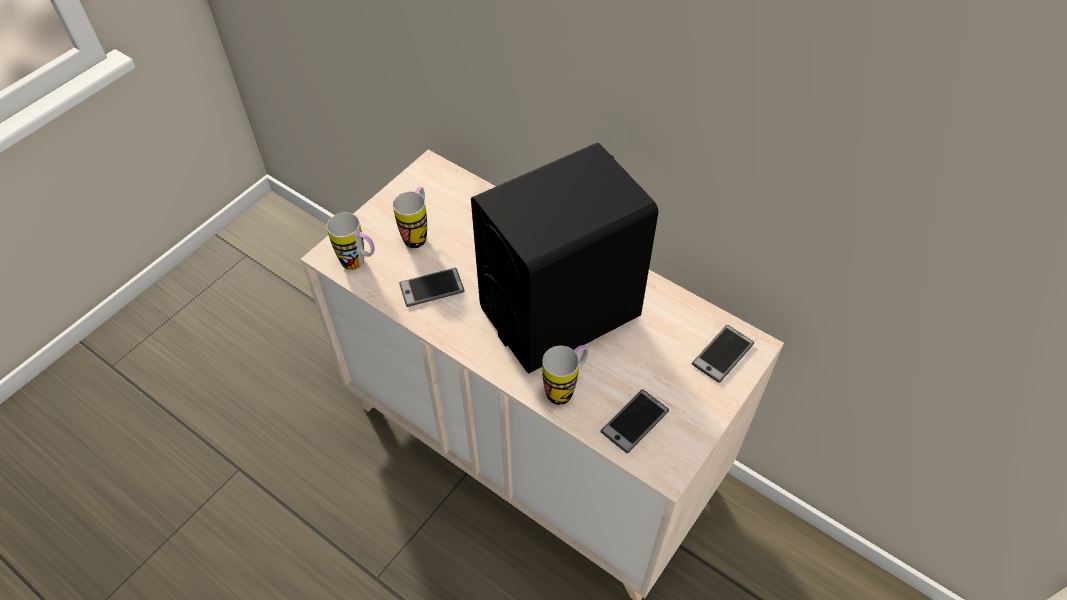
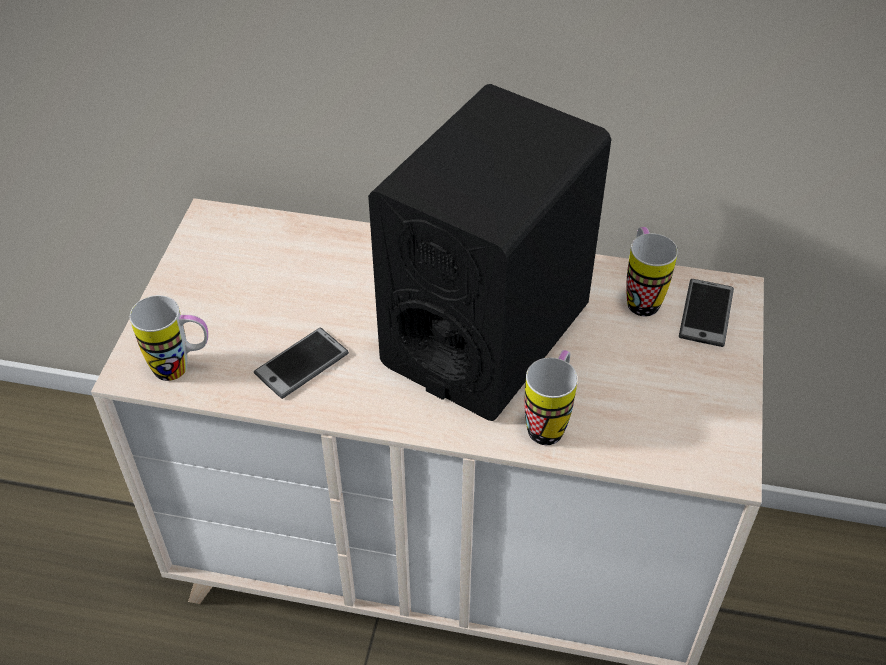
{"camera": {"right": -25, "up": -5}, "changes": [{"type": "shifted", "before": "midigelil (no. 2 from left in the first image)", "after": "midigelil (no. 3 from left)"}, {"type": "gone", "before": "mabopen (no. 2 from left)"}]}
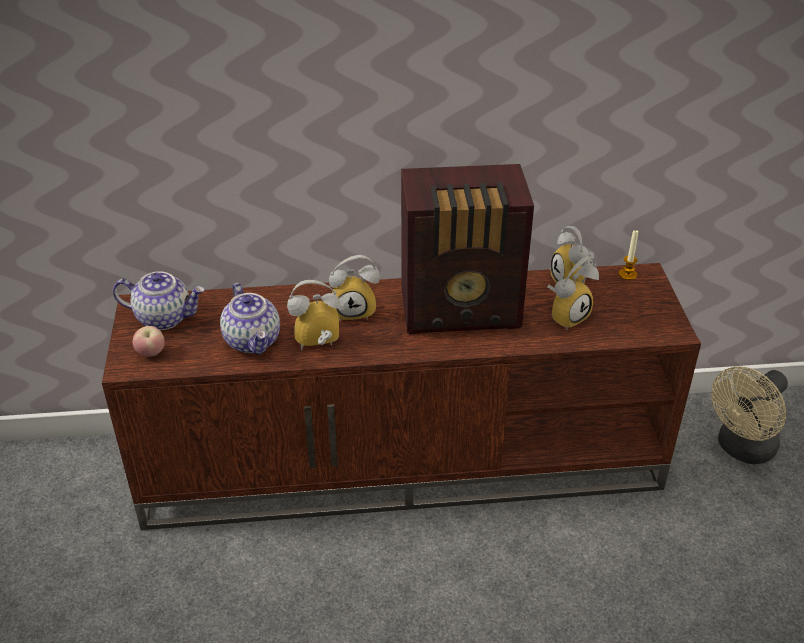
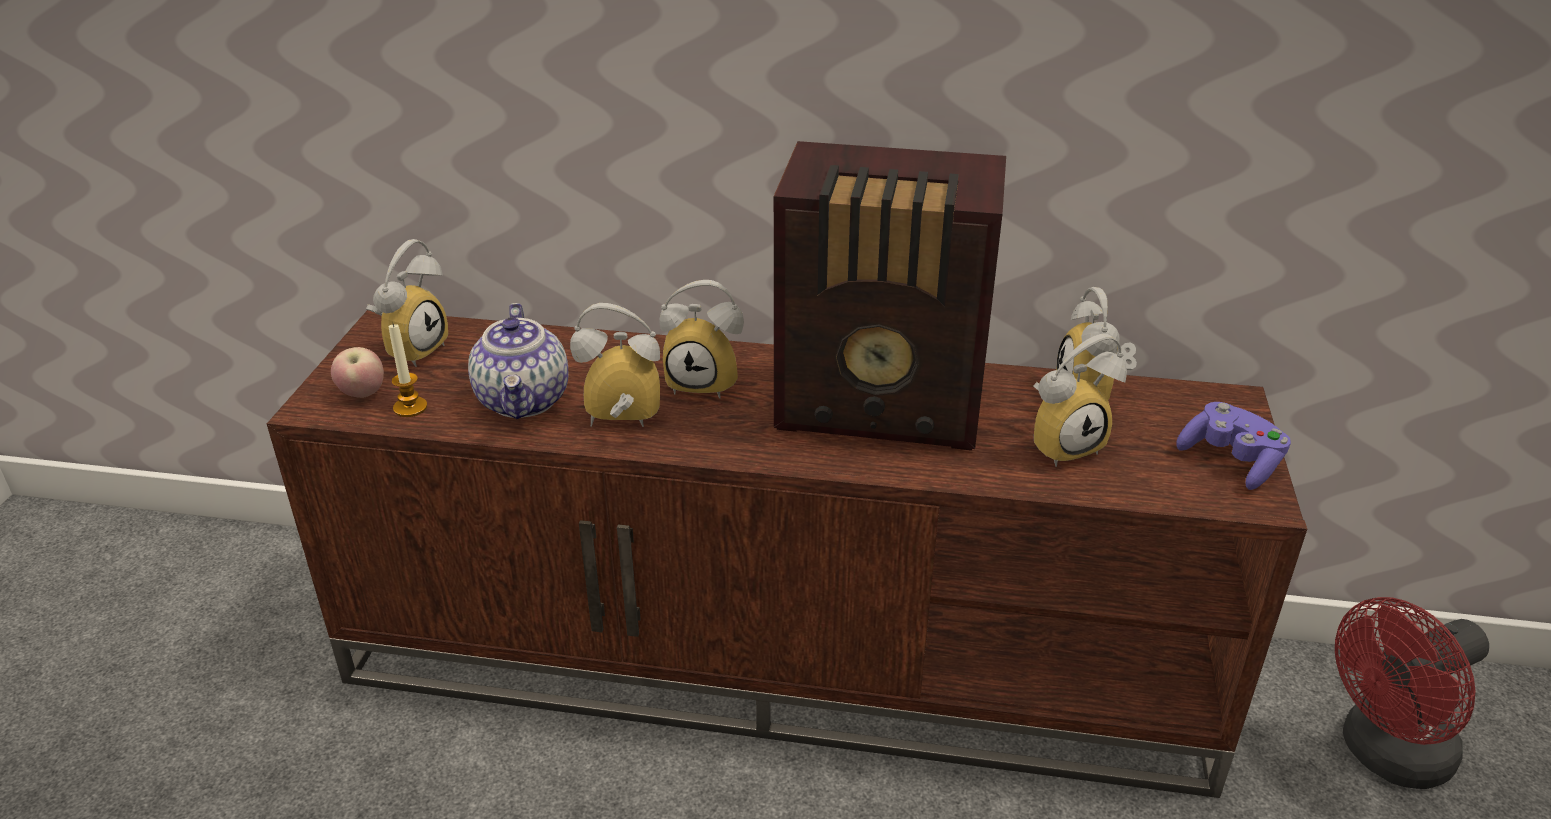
{"camera": {"right": 15, "up": -5}, "changes": [{"type": "shifted", "before": "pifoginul"}, {"type": "swapped", "before": "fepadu (no. 1 from left)", "after": "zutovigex (no. 1 from left)"}, {"type": "repainted", "before": "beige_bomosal", "after": "red_bomosal"}, {"type": "new", "after": "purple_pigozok"}]}
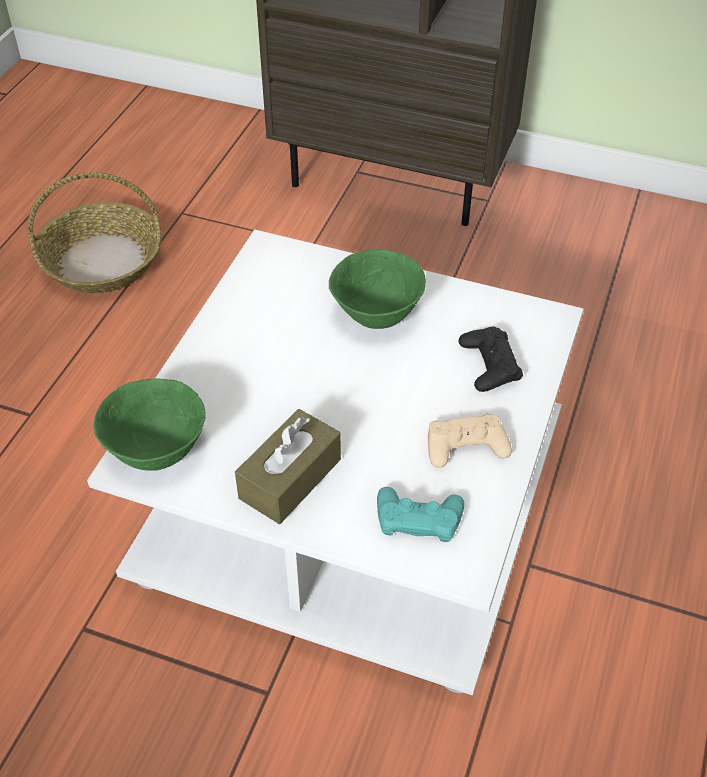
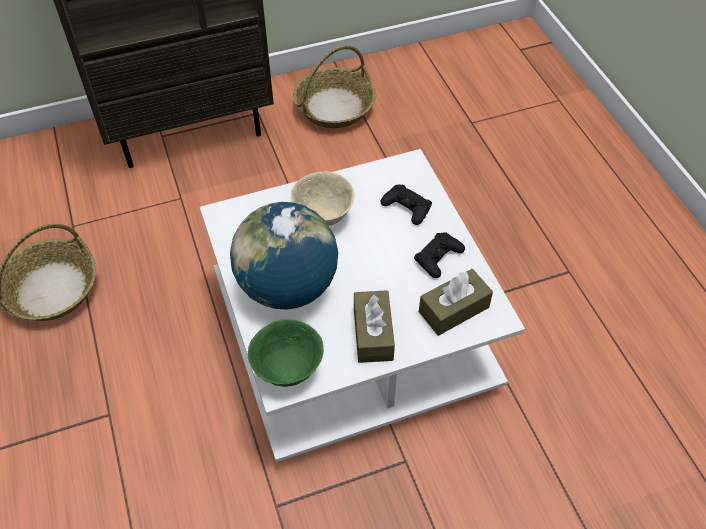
{"camera": {"right": -40, "up": 5}, "changes": [{"type": "repainted", "before": "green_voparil (no. 2 from left)", "after": "beige_voparil"}, {"type": "repainted", "before": "beige_pigozok", "after": "black_pigozok (no. 2 from left)"}, {"type": "swapped", "before": "turquoise_pigozok", "after": "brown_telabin (no. 2 from left)"}, {"type": "new", "after": "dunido (no. 2 from left)"}, {"type": "new", "after": "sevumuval"}]}
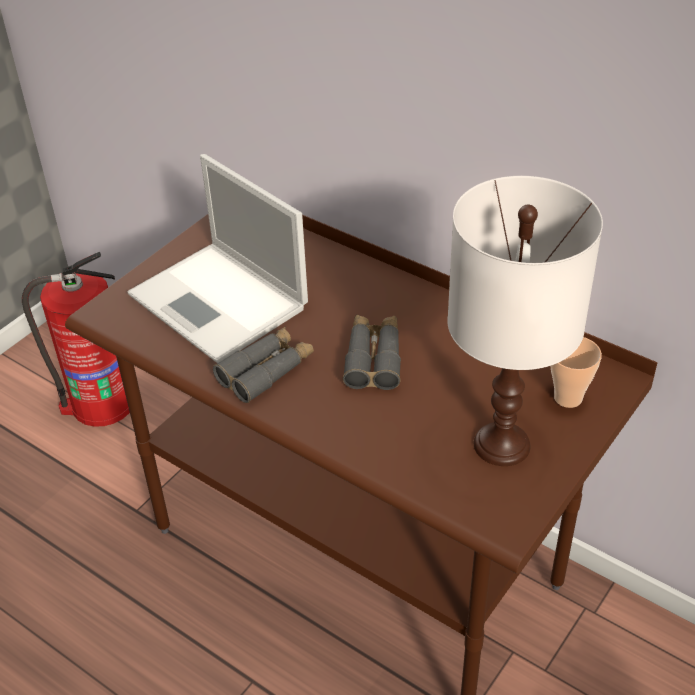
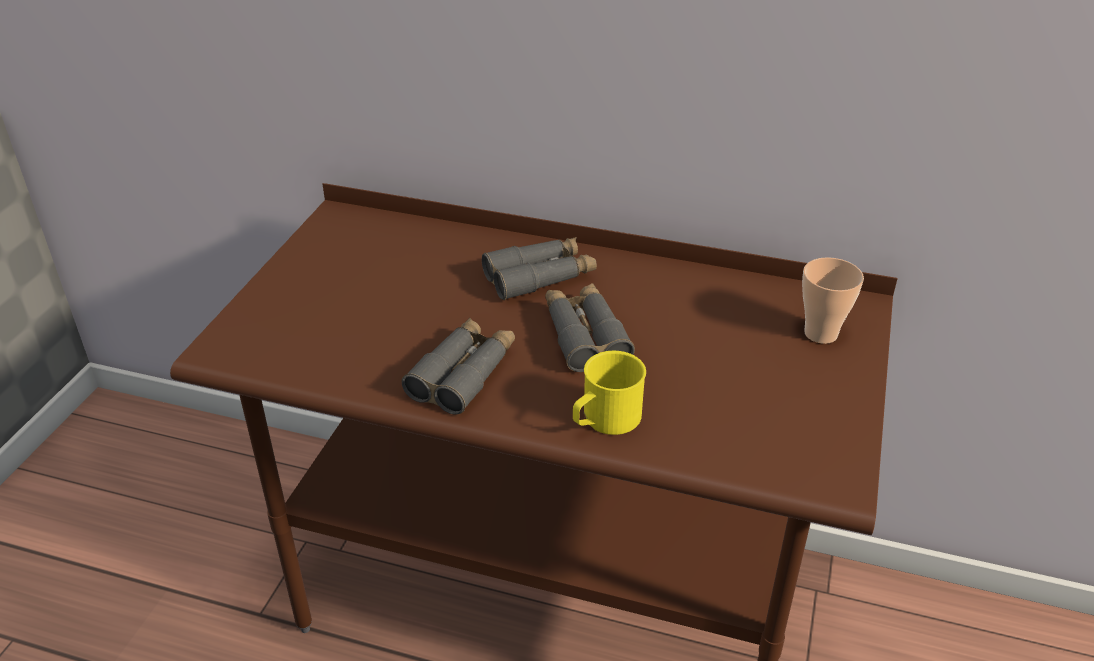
{"camera": {"right": -20, "up": -5}, "changes": [{"type": "gone", "before": "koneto"}, {"type": "gone", "before": "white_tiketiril"}, {"type": "gone", "before": "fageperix"}, {"type": "new", "after": "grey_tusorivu (no. 2 from left)"}, {"type": "new", "after": "yellow_midigelil"}]}
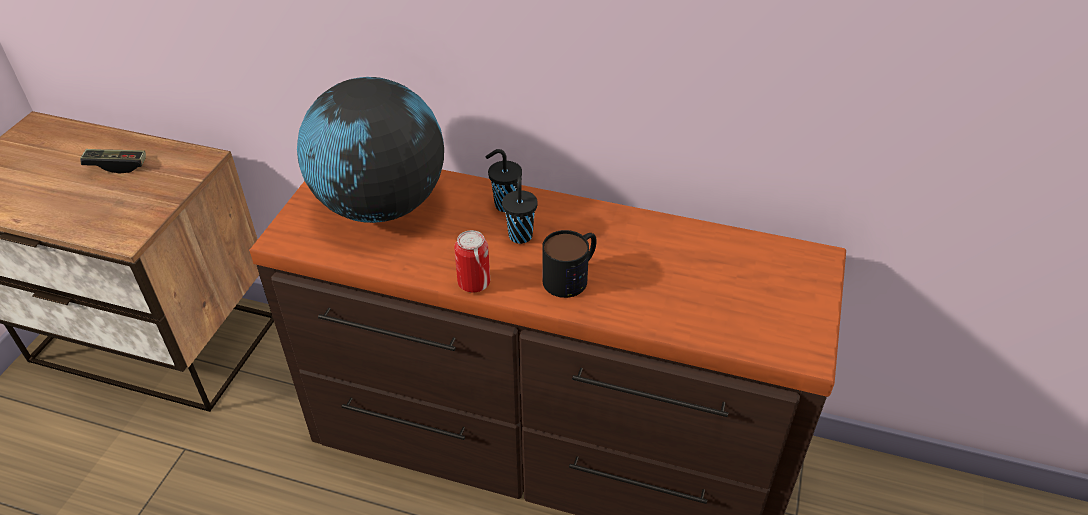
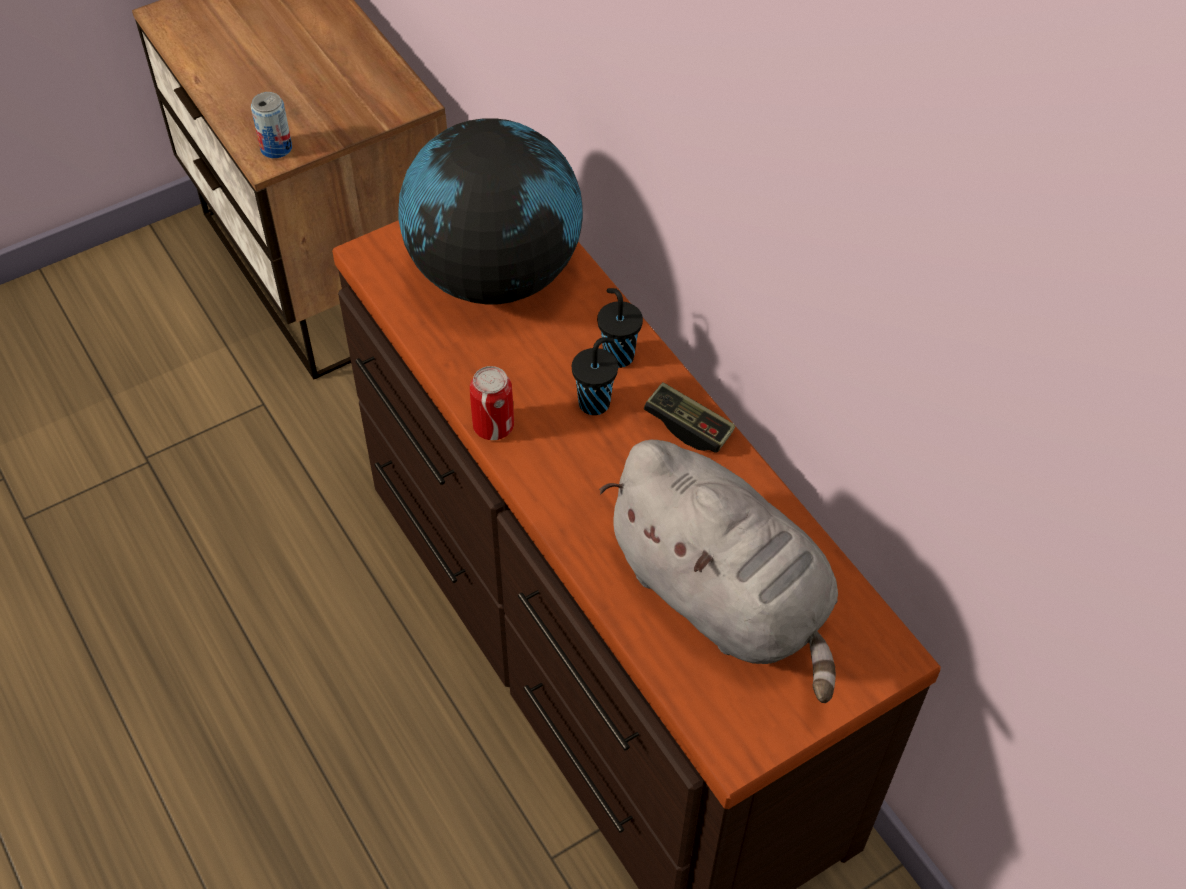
{"camera": {"right": 40, "up": 10}, "changes": [{"type": "shifted", "before": "pigozok"}, {"type": "gone", "before": "midigelil"}, {"type": "new", "after": "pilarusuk (no. 1 from left)"}, {"type": "new", "after": "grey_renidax"}]}
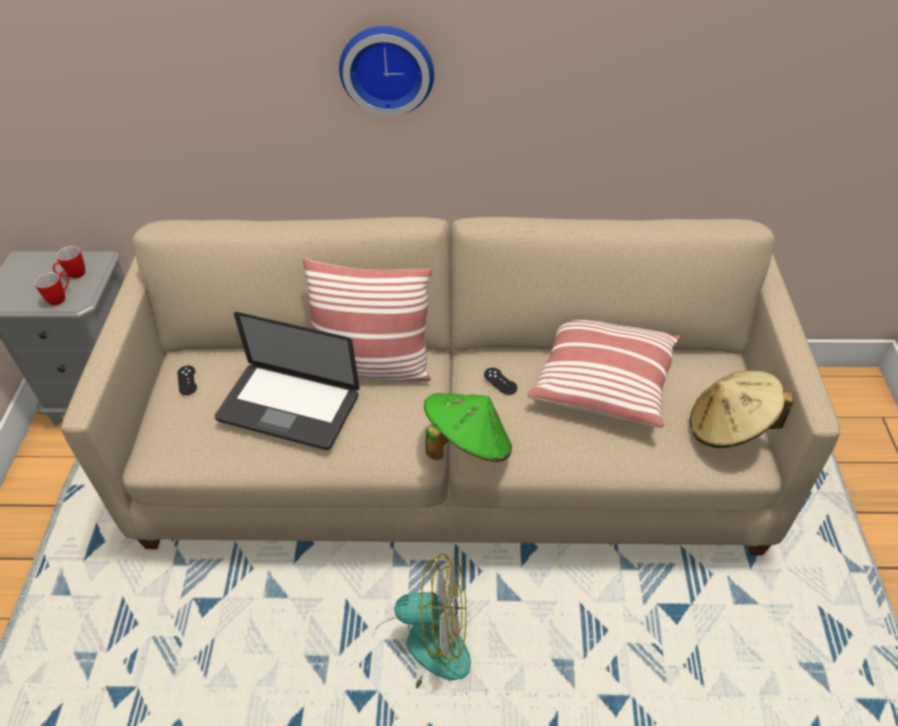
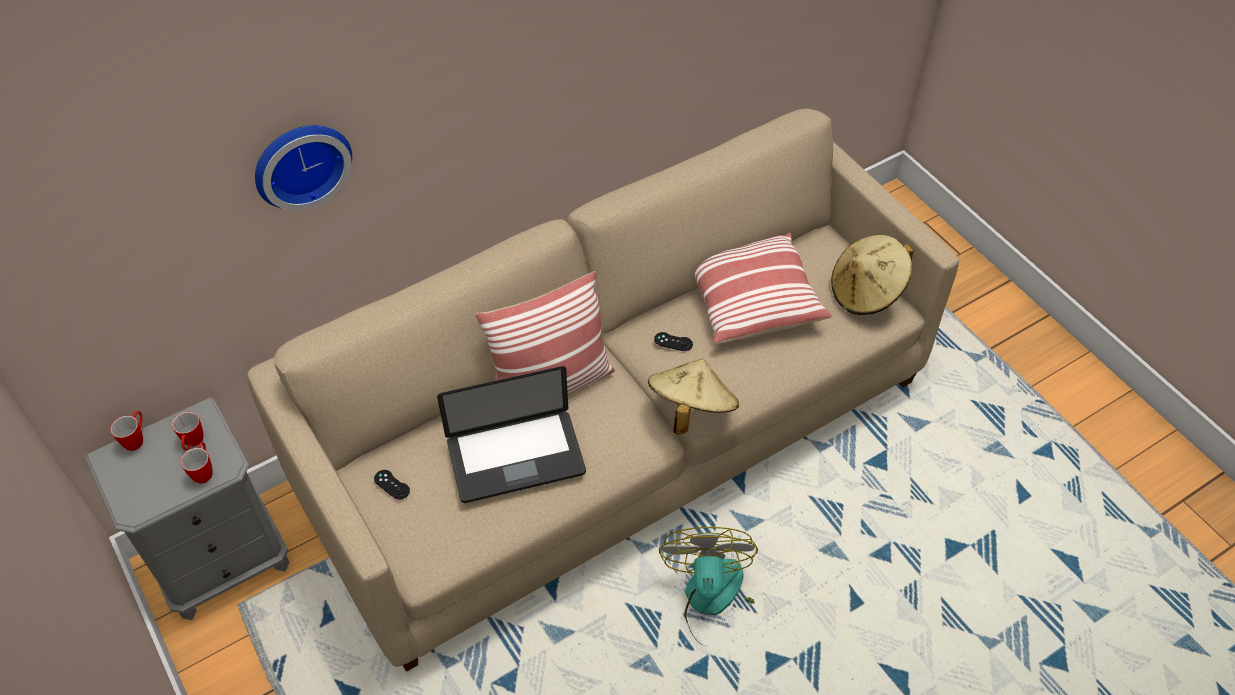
{"camera": {"right": -35, "up": 5}, "changes": [{"type": "shifted", "before": "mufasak"}, {"type": "repainted", "before": "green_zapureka", "after": "beige_zapureka (no. 1 from left)"}, {"type": "rotated", "before": "bomosal", "turn": -60}, {"type": "new", "after": "midigelil (no. 1 from left)"}]}
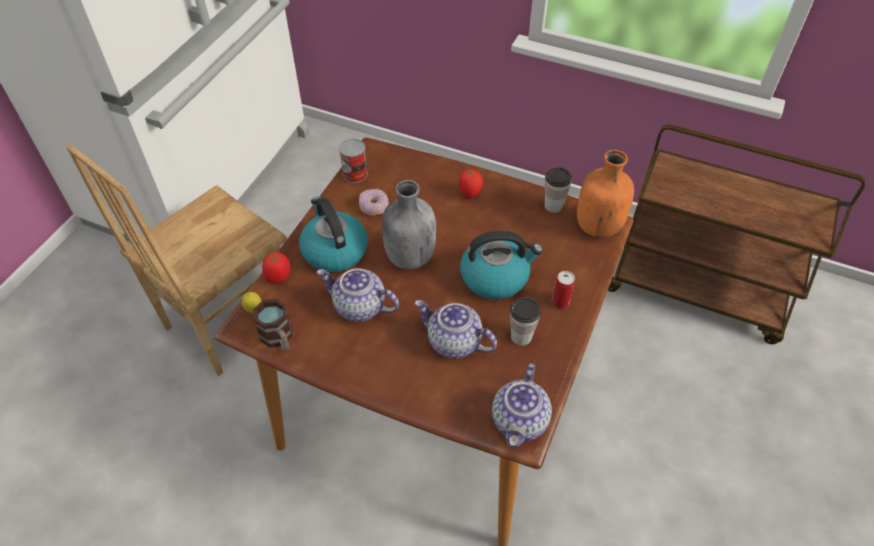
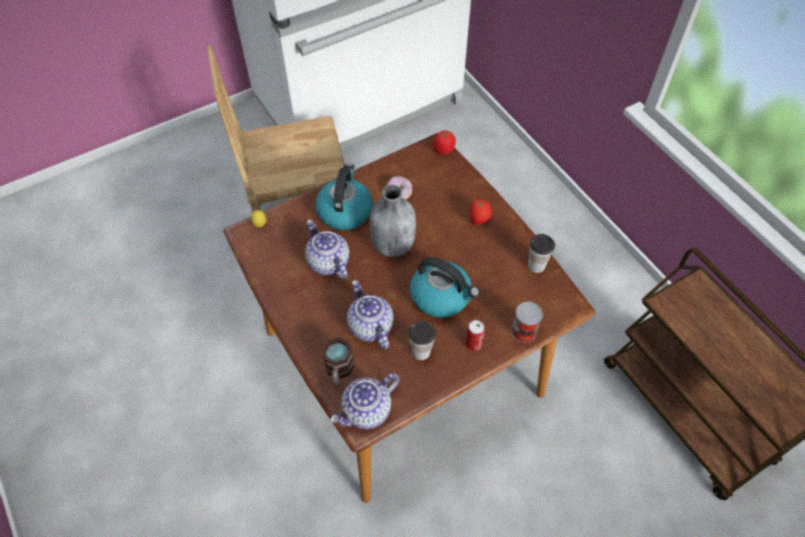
{"camera": {"right": 35, "up": 5}, "changes": [{"type": "shifted", "before": "pilarusuk (no. 1 from left in the first image)", "after": "pilarusuk (no. 2 from left)"}, {"type": "gone", "before": "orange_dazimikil"}, {"type": "shifted", "before": "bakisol (no. 1 from left)"}, {"type": "shifted", "before": "midigelil"}]}
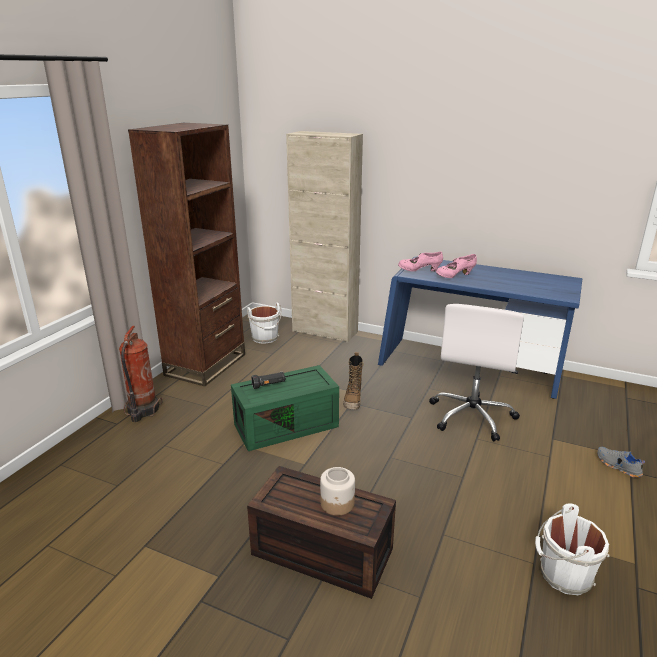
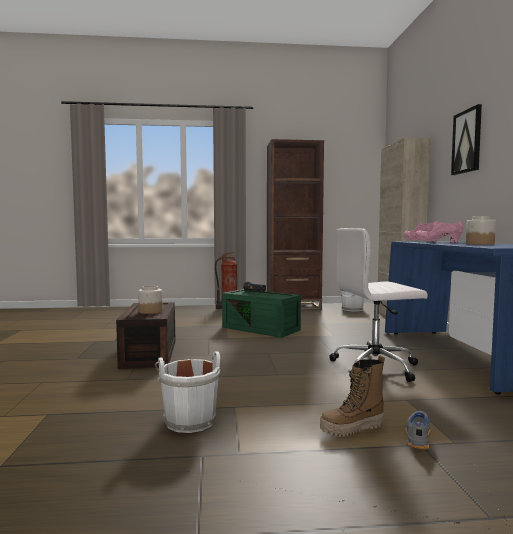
{"camera": {"right": 60, "up": -20}, "changes": [{"type": "shifted", "before": "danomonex"}, {"type": "new", "after": "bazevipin"}, {"type": "new", "after": "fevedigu (no. 2 from left)"}]}
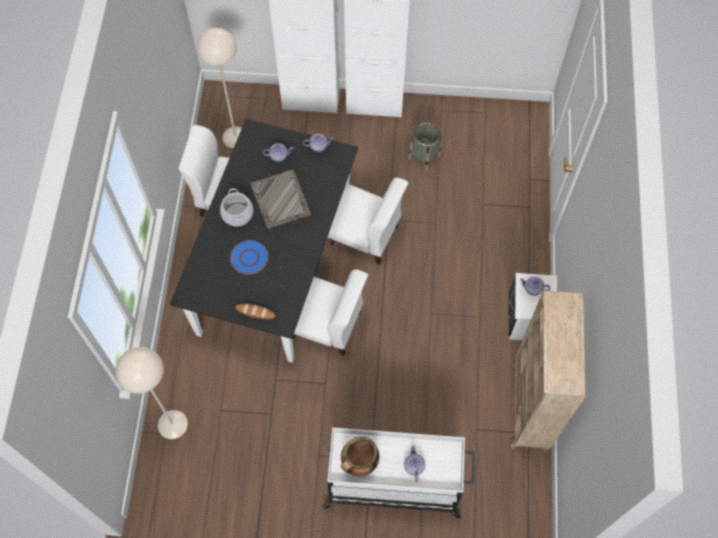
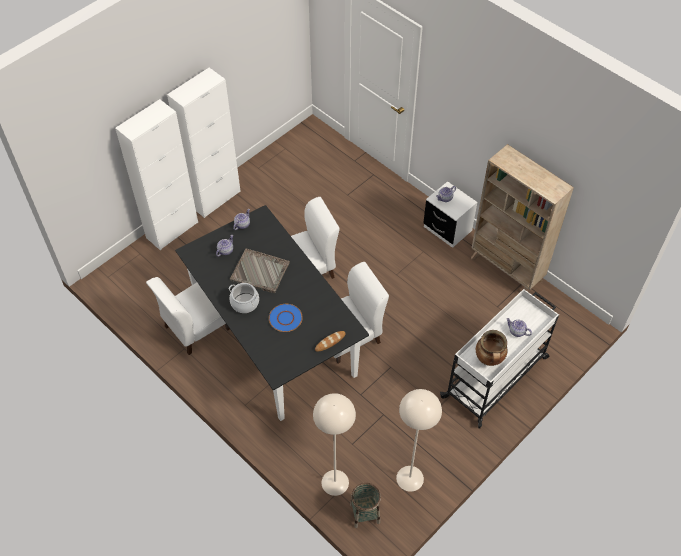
{"camera": {"right": -50, "up": -10}, "changes": [{"type": "shifted", "before": "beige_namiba (no. 2 from left)"}, {"type": "shifted", "before": "dunido"}]}
